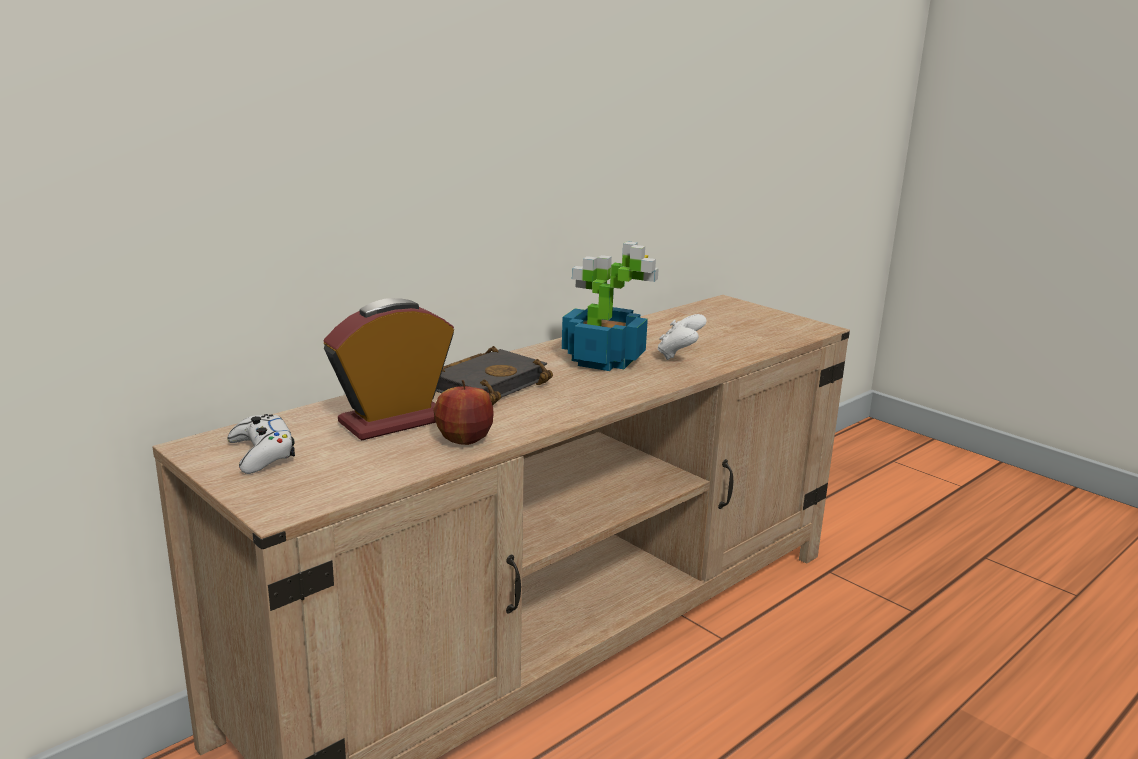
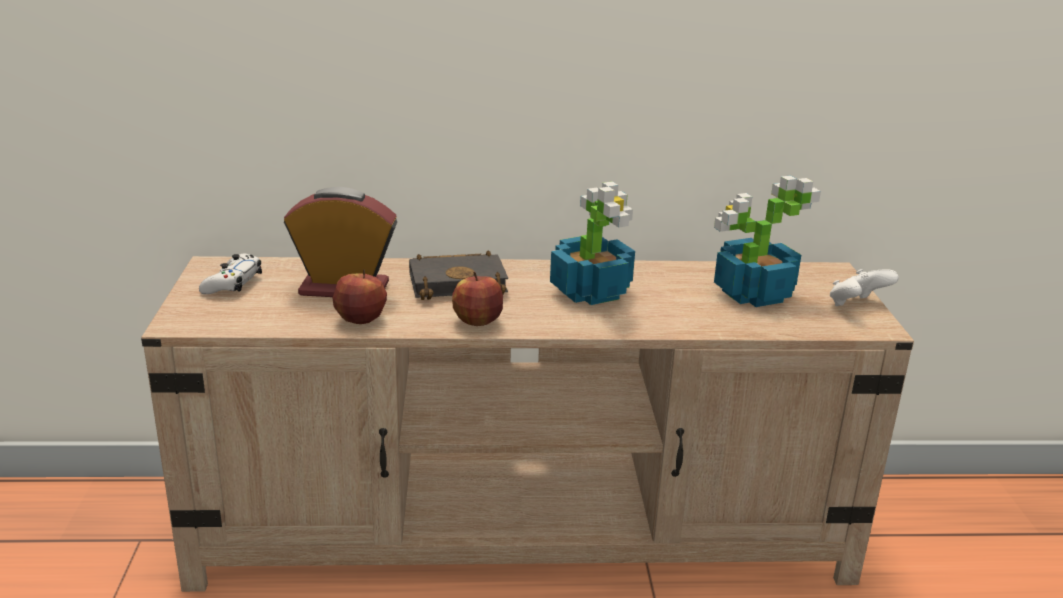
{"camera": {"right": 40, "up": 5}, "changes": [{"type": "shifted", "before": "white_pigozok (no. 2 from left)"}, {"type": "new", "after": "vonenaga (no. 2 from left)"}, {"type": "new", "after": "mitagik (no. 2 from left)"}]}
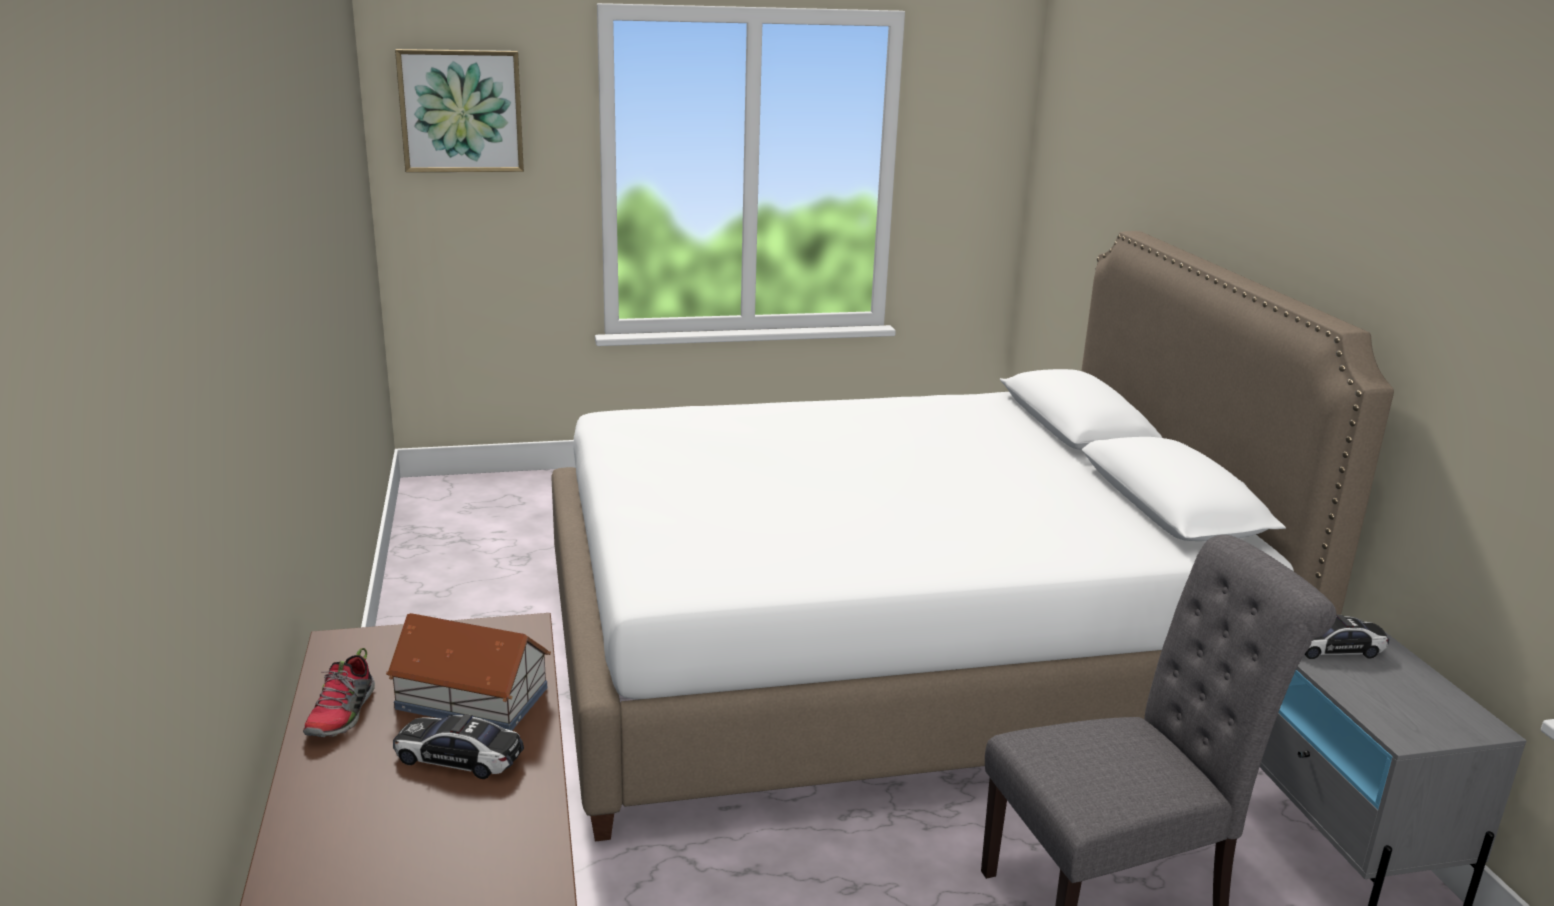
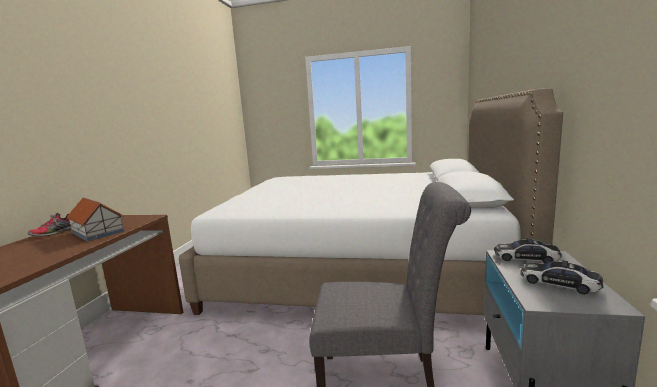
{"camera": {"right": 25, "up": -10}, "changes": [{"type": "gone", "before": "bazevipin"}, {"type": "shifted", "before": "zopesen (no. 1 from left in the first image)", "after": "zopesen (no. 2 from left)"}]}
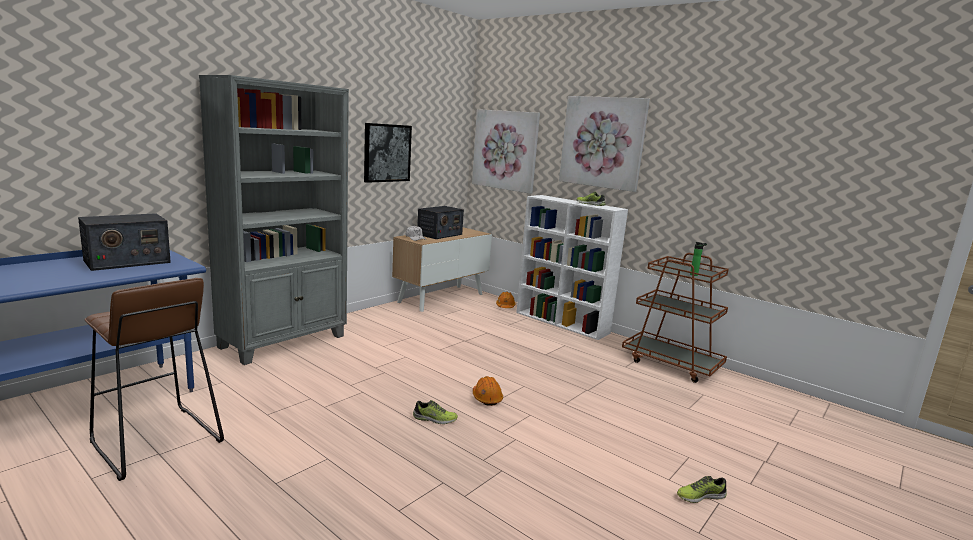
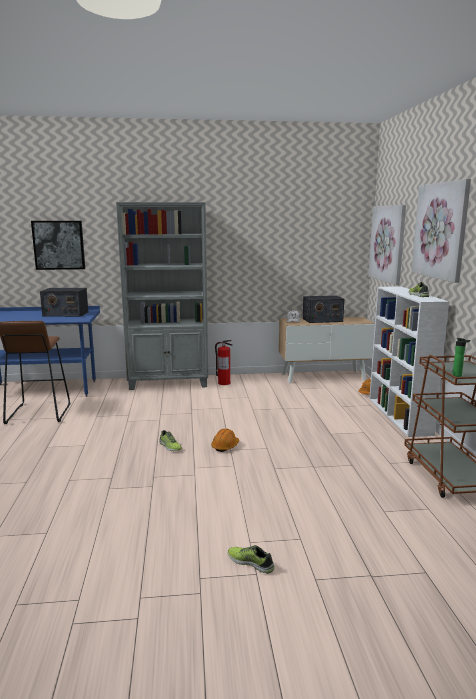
{"camera": {"right": 45, "up": 0}, "changes": [{"type": "shifted", "before": "bazevipin (no. 1 from left)"}, {"type": "new", "after": "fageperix"}]}
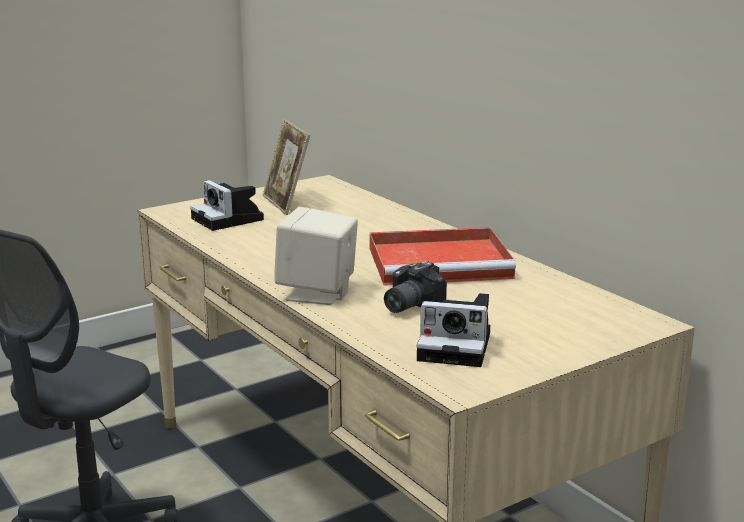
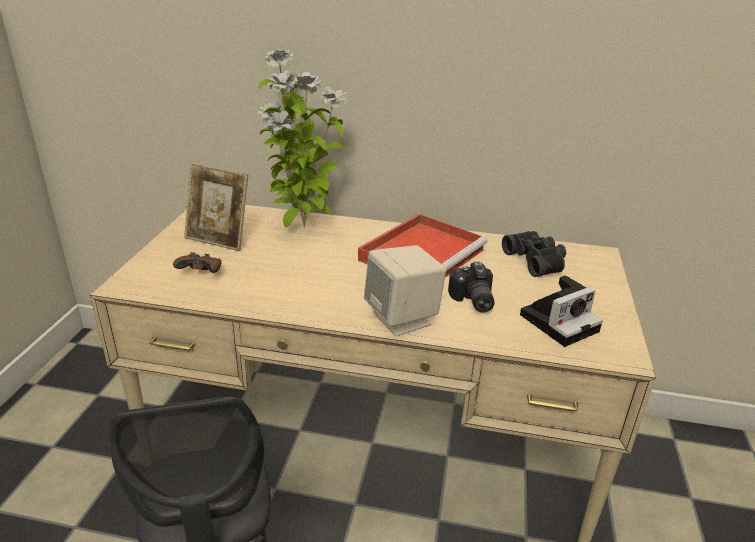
{"camera": {"right": -45, "up": 10}, "changes": [{"type": "swapped", "before": "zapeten (no. 1 from left)", "after": "brown_pigozok"}, {"type": "new", "after": "vonenaga"}, {"type": "new", "after": "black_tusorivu"}]}
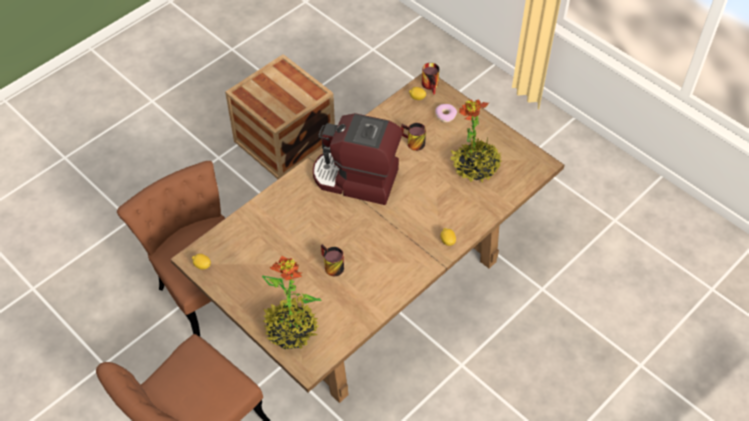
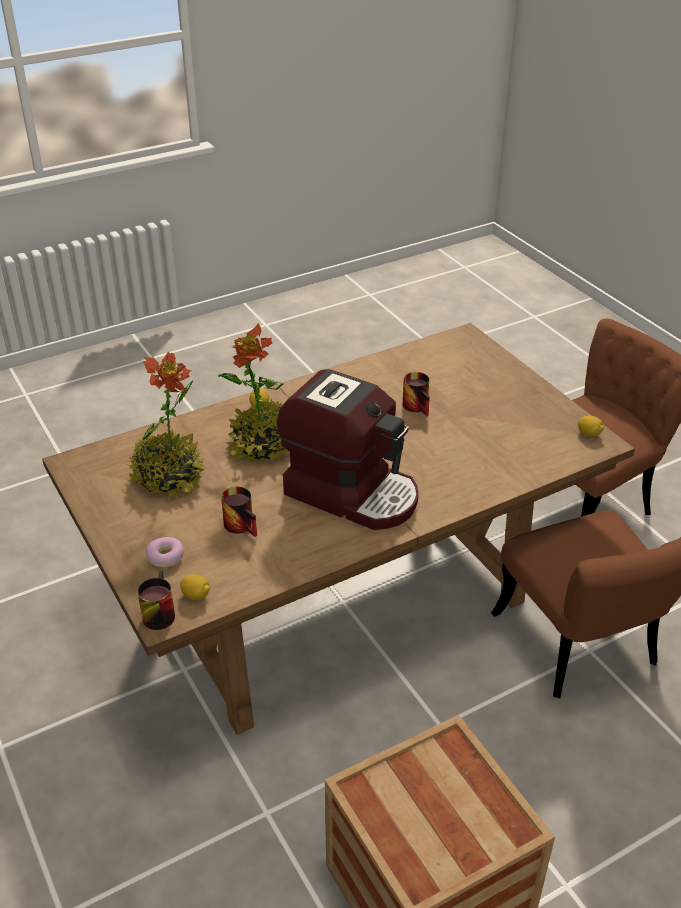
{"camera": {"right": -165, "up": -15}, "changes": [{"type": "shifted", "before": "vonenaga (no. 1 from left in the first image)", "after": "vonenaga (no. 2 from left)"}]}
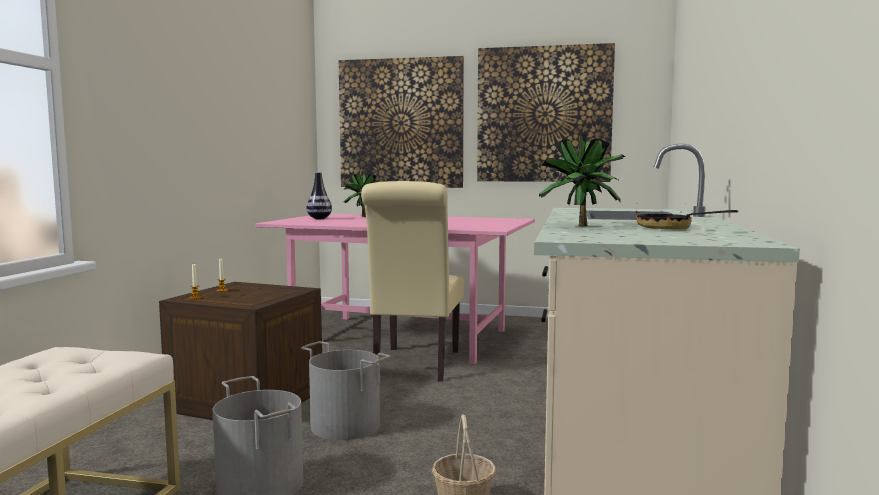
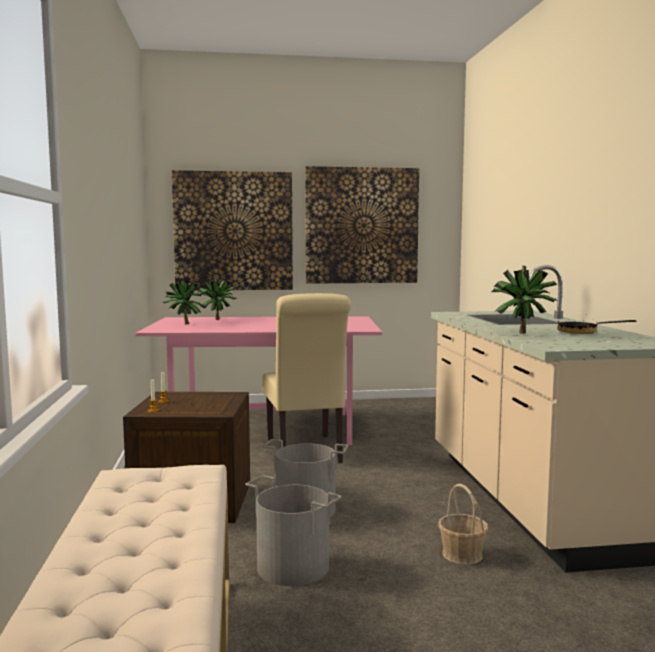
{"camera": {"right": -20, "up": 0}, "changes": [{"type": "swapped", "before": "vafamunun", "after": "vonenaga (no. 1 from left)"}]}
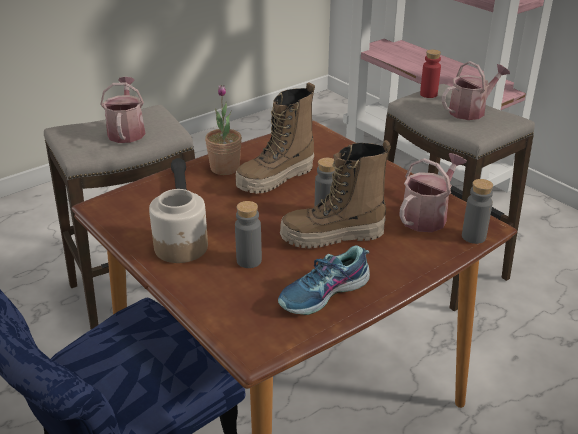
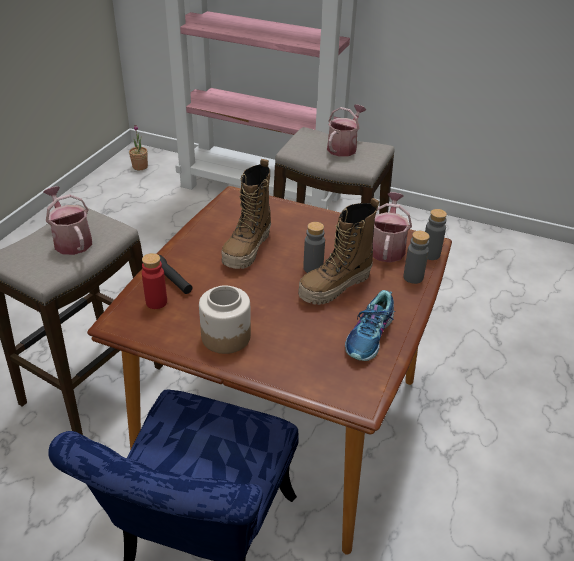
{"camera": {"right": -30, "up": 5}, "changes": [{"type": "shifted", "before": "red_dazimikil"}, {"type": "shifted", "before": "vonenaga"}, {"type": "shifted", "before": "grey_dazimikil (no. 1 from left in the first image)", "after": "grey_dazimikil (no. 2 from left)"}]}
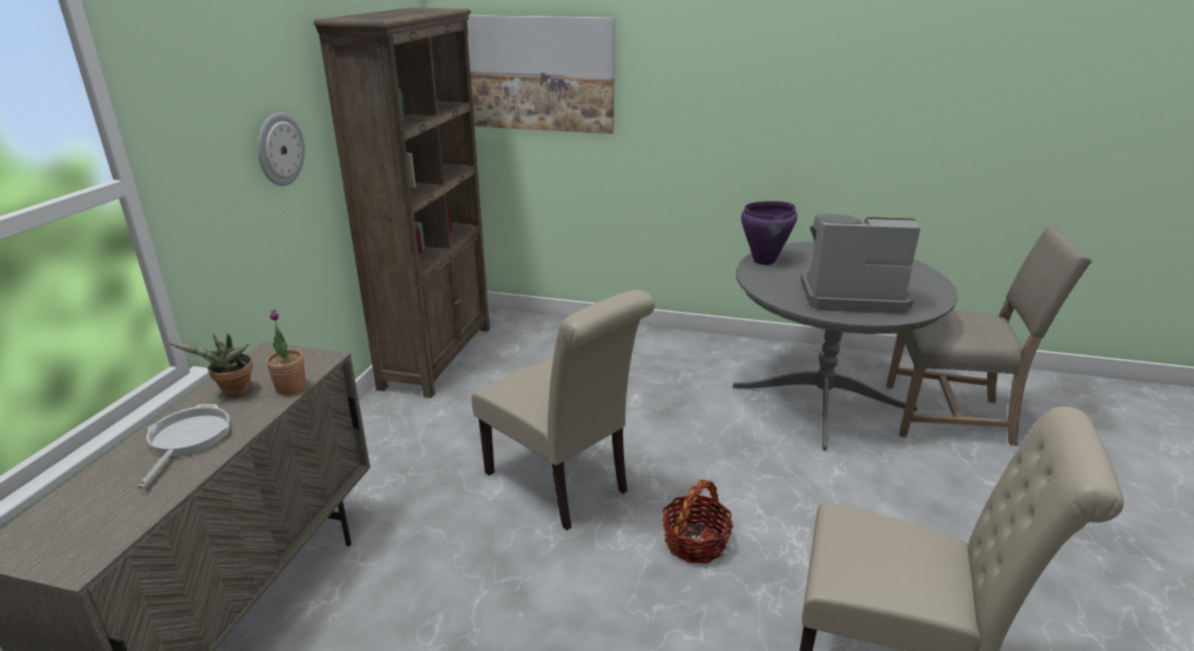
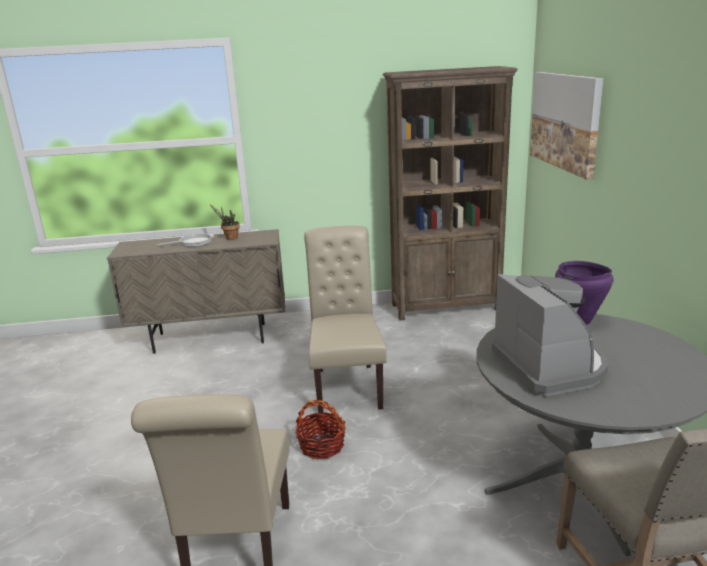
{"camera": {"right": 70, "up": -5}, "changes": [{"type": "gone", "before": "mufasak"}, {"type": "rotated", "before": "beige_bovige (no. 1 from left in the first image)", "turn": 150}, {"type": "gone", "before": "vonenaga (no. 2 from left)"}]}
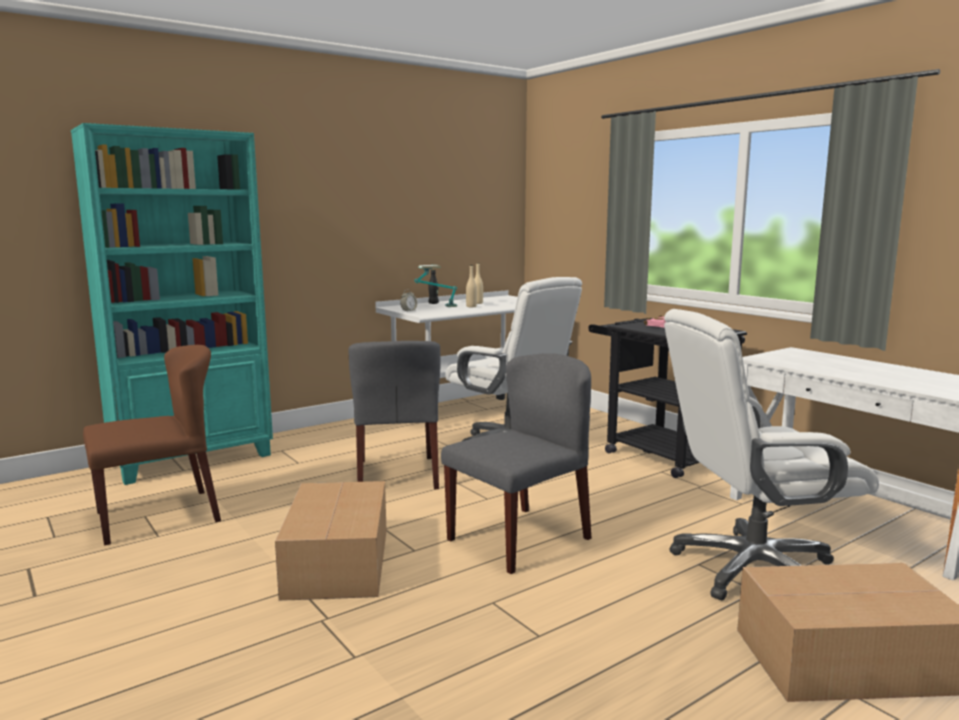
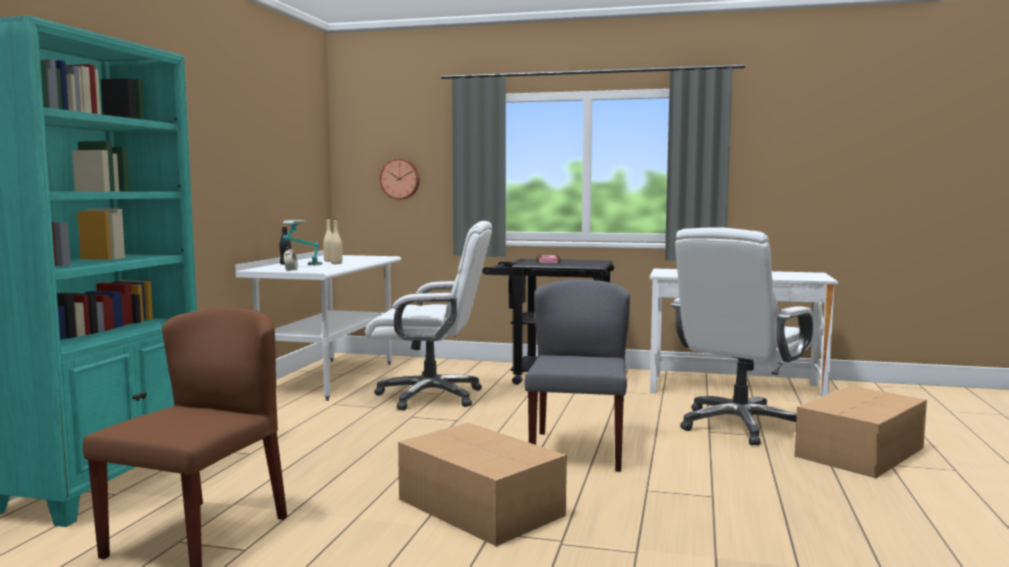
{"camera": {"right": -40, "up": -5}, "changes": [{"type": "gone", "before": "grey_bovige (no. 1 from left)"}, {"type": "new", "after": "mufasak"}]}
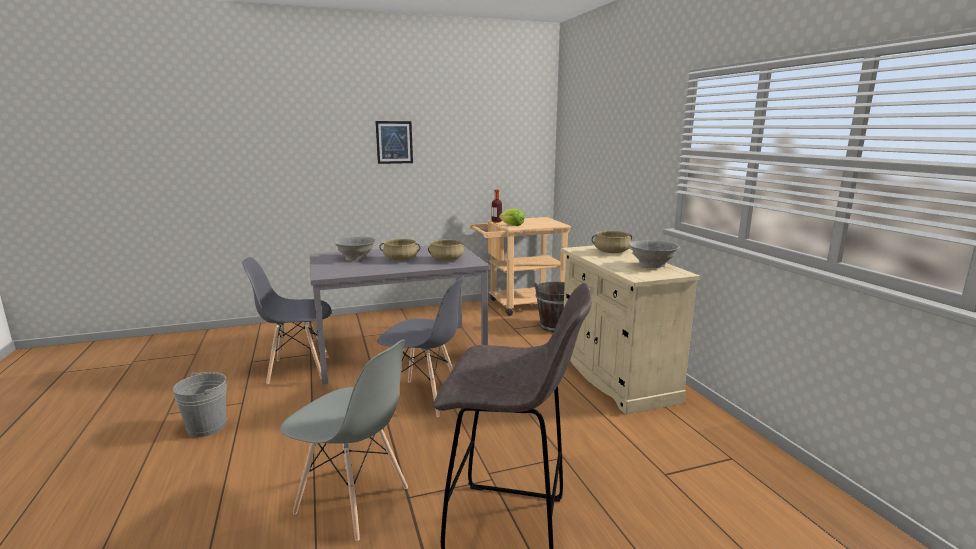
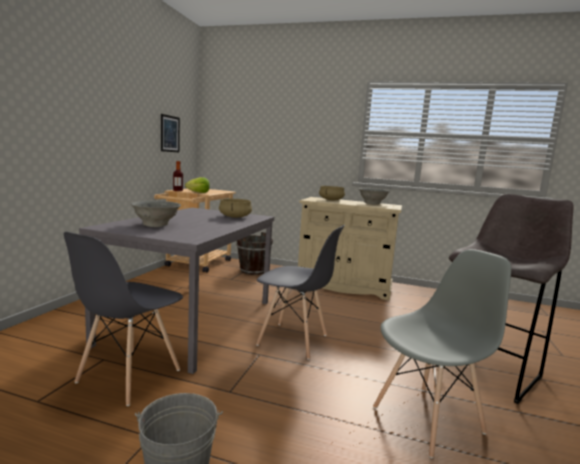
{"camera": {"right": -55, "up": -5}, "changes": [{"type": "shifted", "before": "bazevipin"}, {"type": "gone", "before": "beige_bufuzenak (no. 1 from left)"}, {"type": "rotated", "before": "grey_bovige (no. 3 from left in the first image)", "turn": 60}]}
